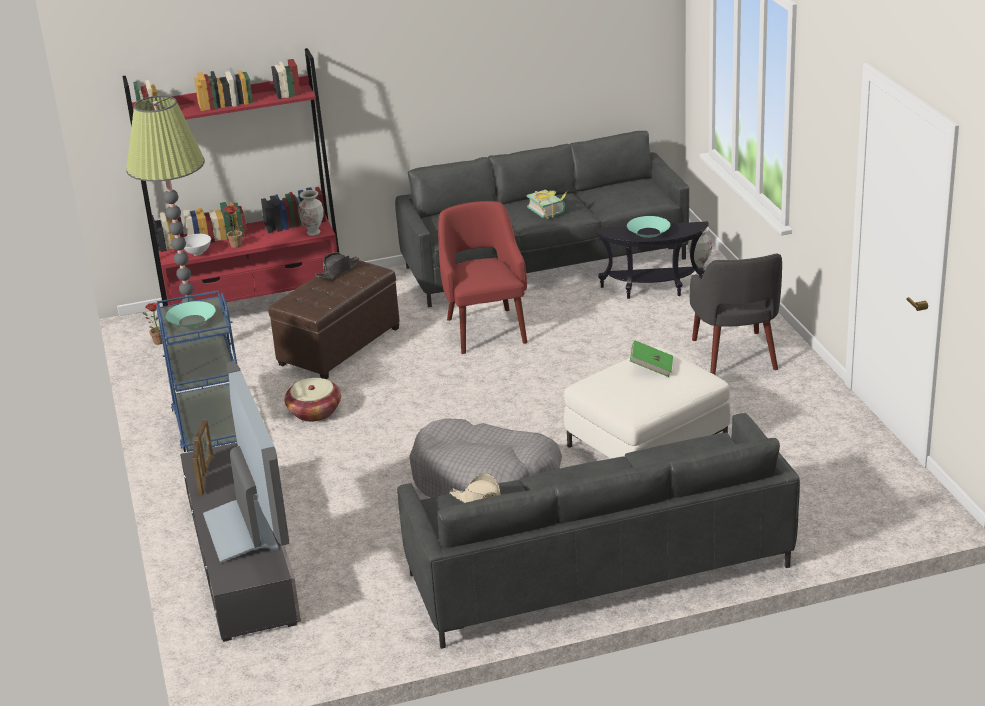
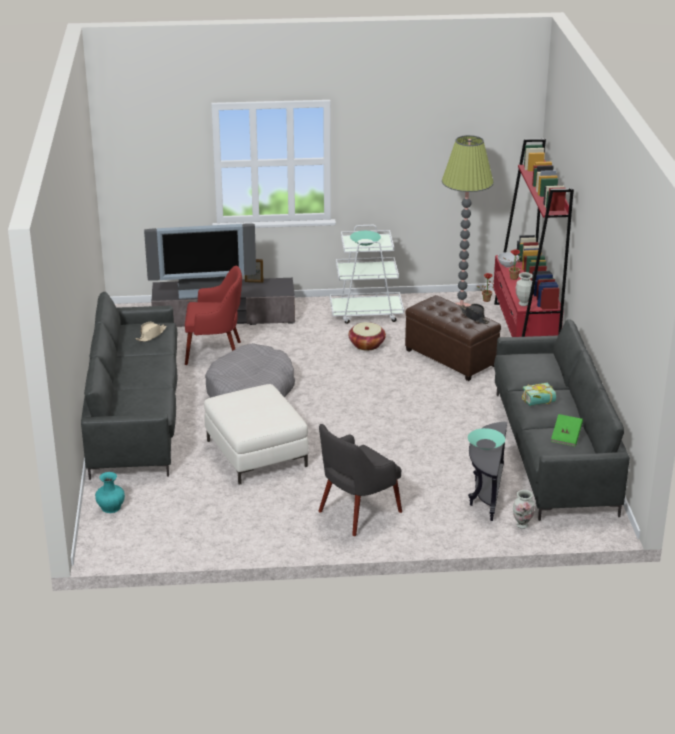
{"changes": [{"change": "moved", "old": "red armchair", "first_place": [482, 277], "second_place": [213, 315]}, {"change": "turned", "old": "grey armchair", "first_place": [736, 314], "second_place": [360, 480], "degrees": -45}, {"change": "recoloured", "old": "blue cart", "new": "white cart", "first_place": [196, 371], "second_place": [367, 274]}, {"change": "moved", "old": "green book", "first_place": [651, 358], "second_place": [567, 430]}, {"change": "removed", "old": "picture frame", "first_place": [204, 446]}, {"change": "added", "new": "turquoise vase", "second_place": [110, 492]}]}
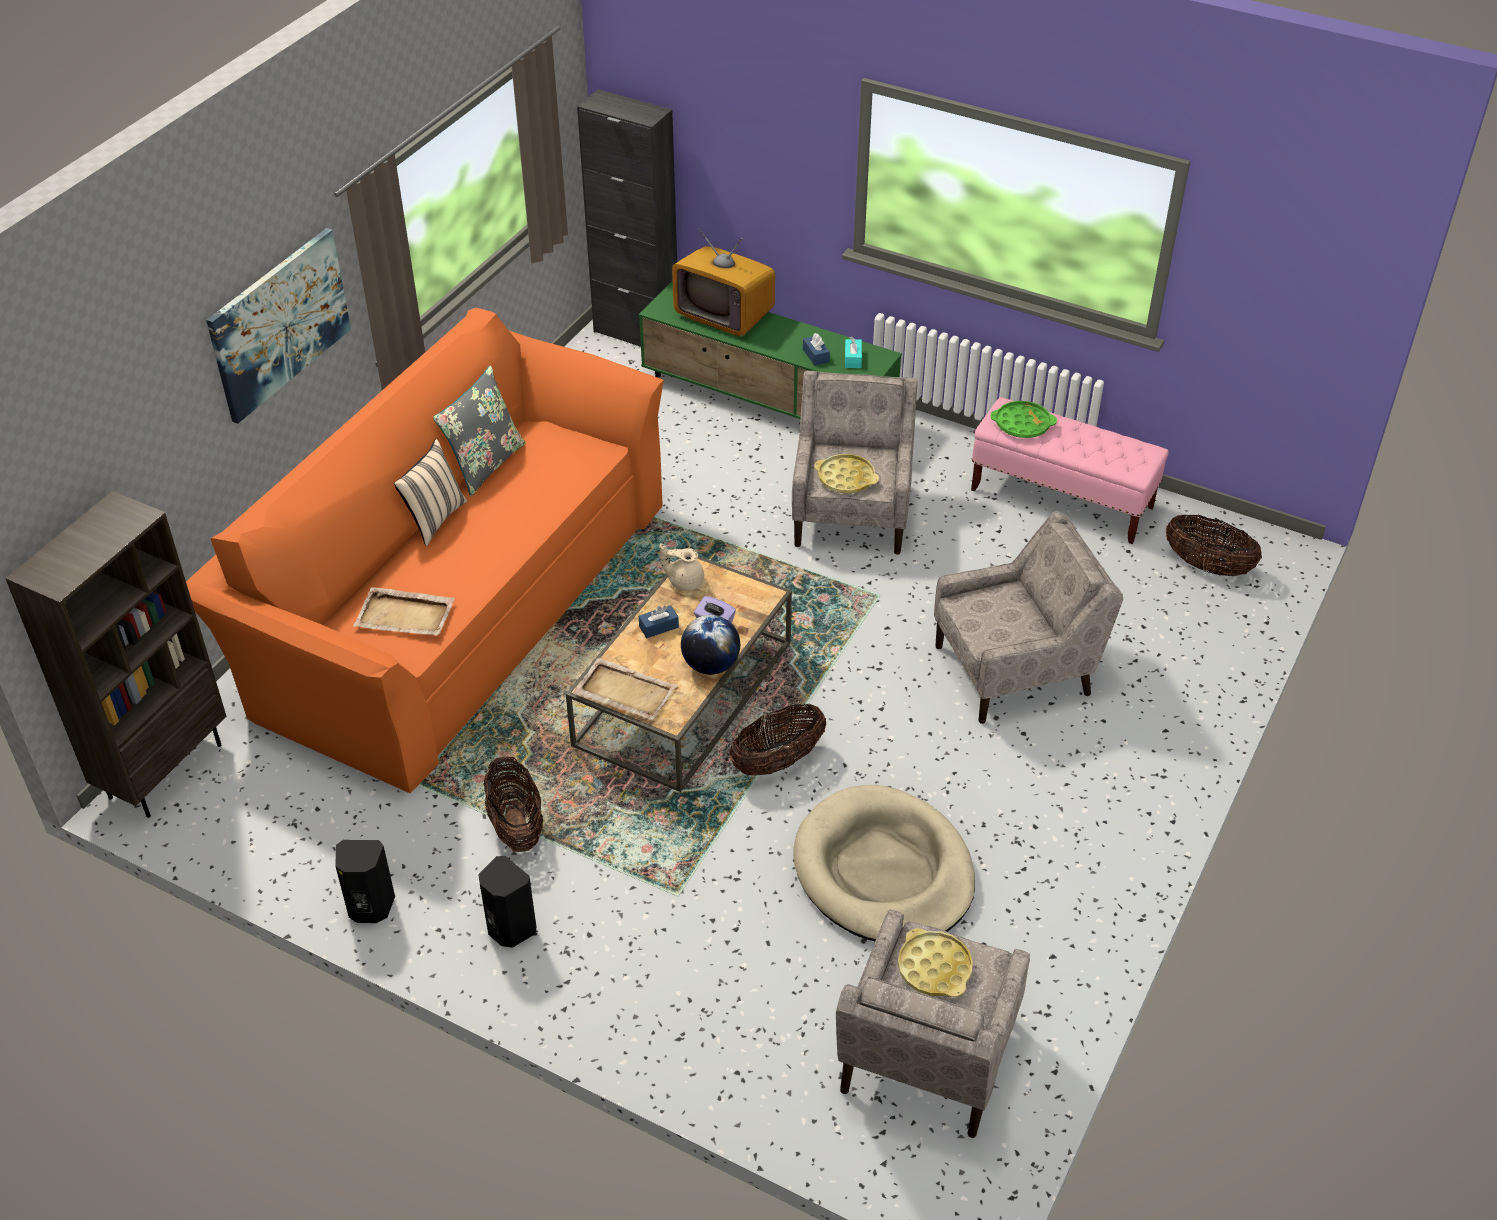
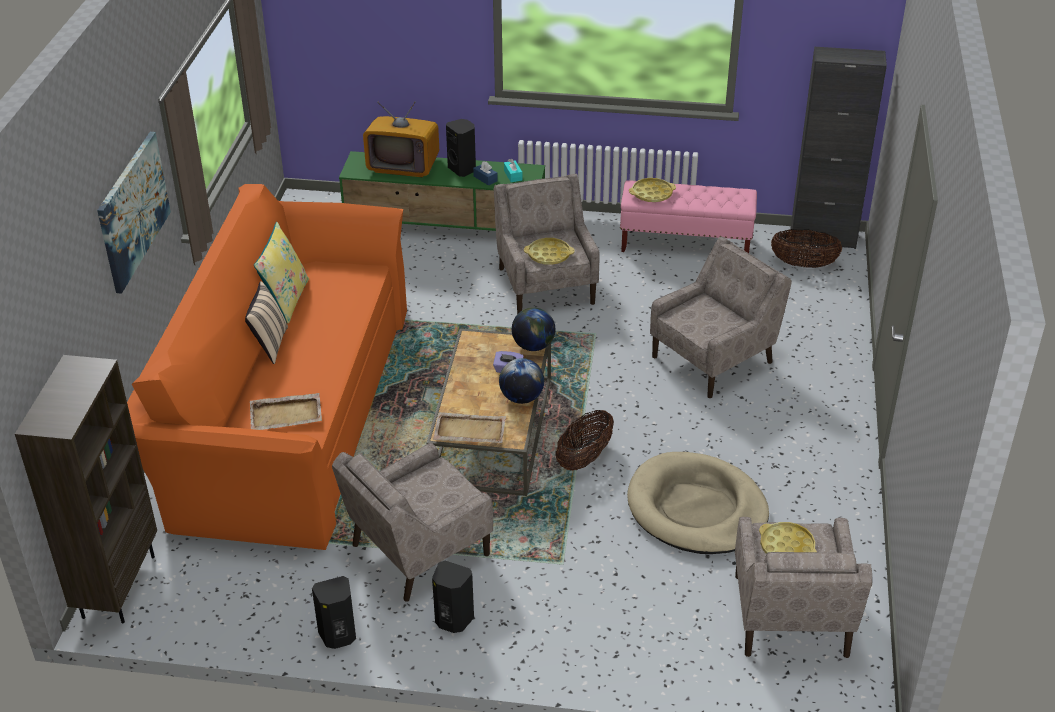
{"changes": [{"change": "moved", "old": "black cabinet", "first_place": [627, 218], "second_place": [839, 148]}, {"change": "recoloured", "old": "grey pillow", "new": "yellow pillow", "first_place": [479, 430], "second_place": [281, 272]}, {"change": "recoloured", "old": "green tray", "new": "yellow tray", "first_place": [1024, 419], "second_place": [652, 190]}, {"change": "removed", "old": "beige teapot", "first_place": [682, 567]}, {"change": "removed", "old": "blue tissue box", "first_place": [659, 621]}, {"change": "replaced", "old": "basket", "new": "beige armchair", "first_place": [513, 804], "second_place": [412, 522]}, {"change": "added", "new": "black speaker", "second_place": [461, 148]}, {"change": "added", "new": "globe", "second_place": [533, 329]}]}
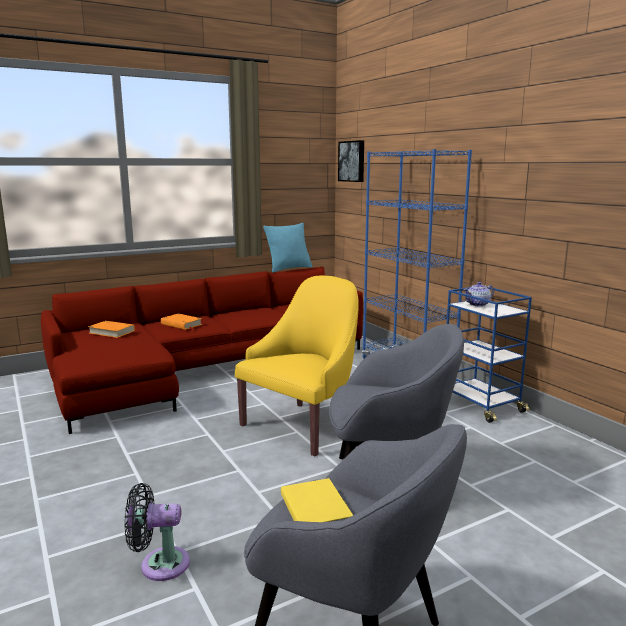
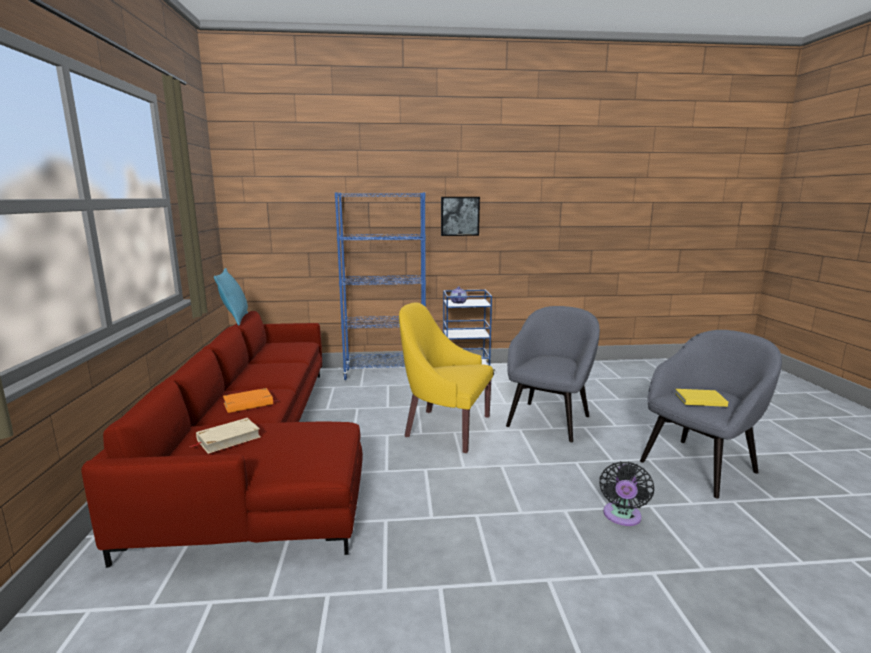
{"changes": [{"change": "moved", "old": "picture", "first_place": [351, 161], "second_place": [460, 216]}, {"change": "turned", "old": "yellow armchair", "first_place": [297, 366], "second_place": [446, 377], "degrees": -45}, {"change": "recoloured", "old": "orange book", "new": "beige book", "first_place": [111, 329], "second_place": [225, 436]}]}
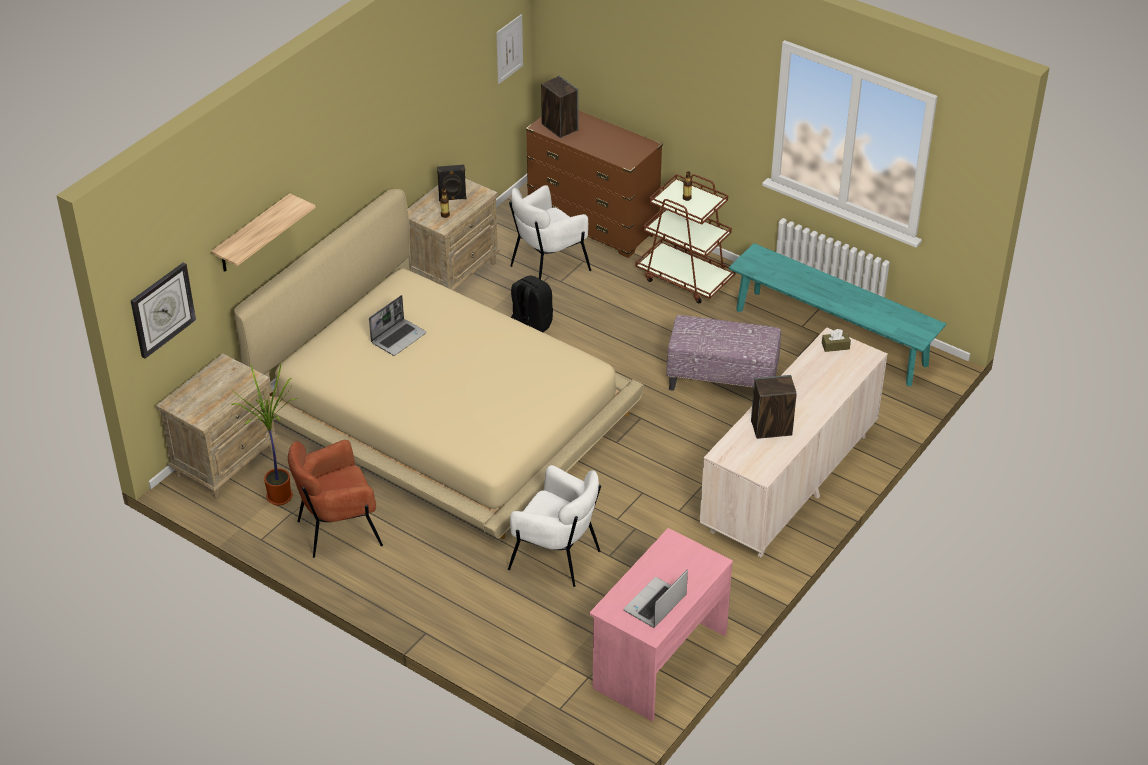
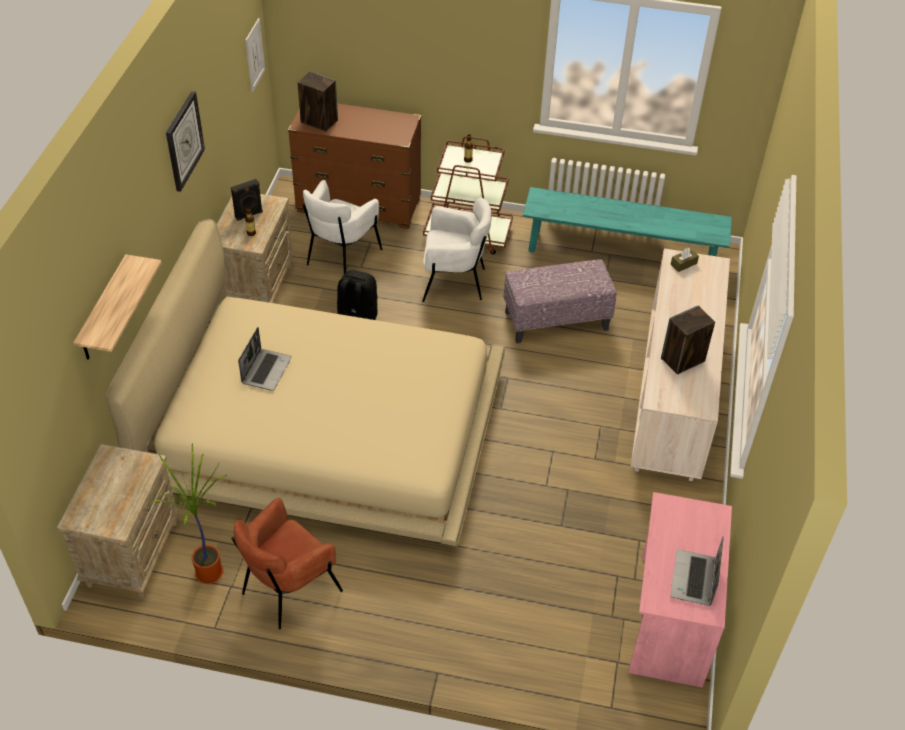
{"changes": [{"change": "moved", "old": "wall clock", "first_place": [163, 310], "second_place": [185, 141]}, {"change": "moved", "old": "white armchair", "first_place": [554, 526], "second_place": [457, 250]}]}
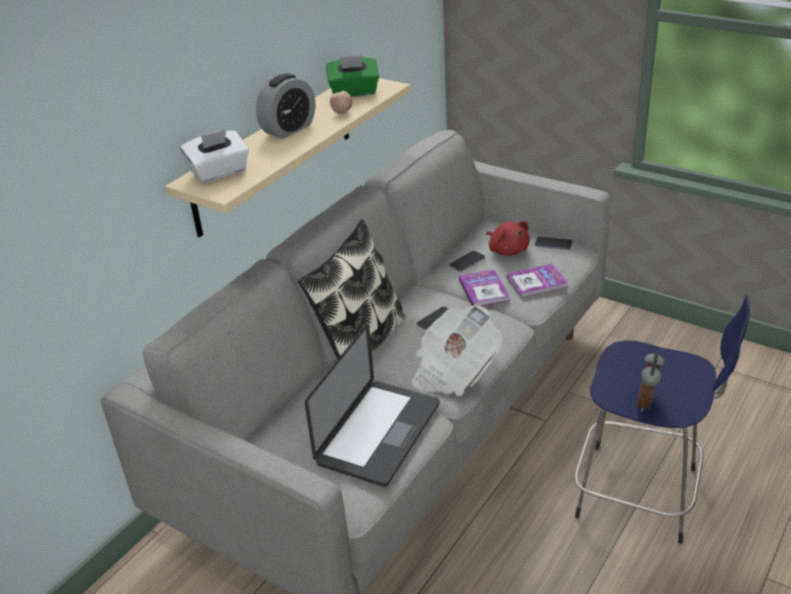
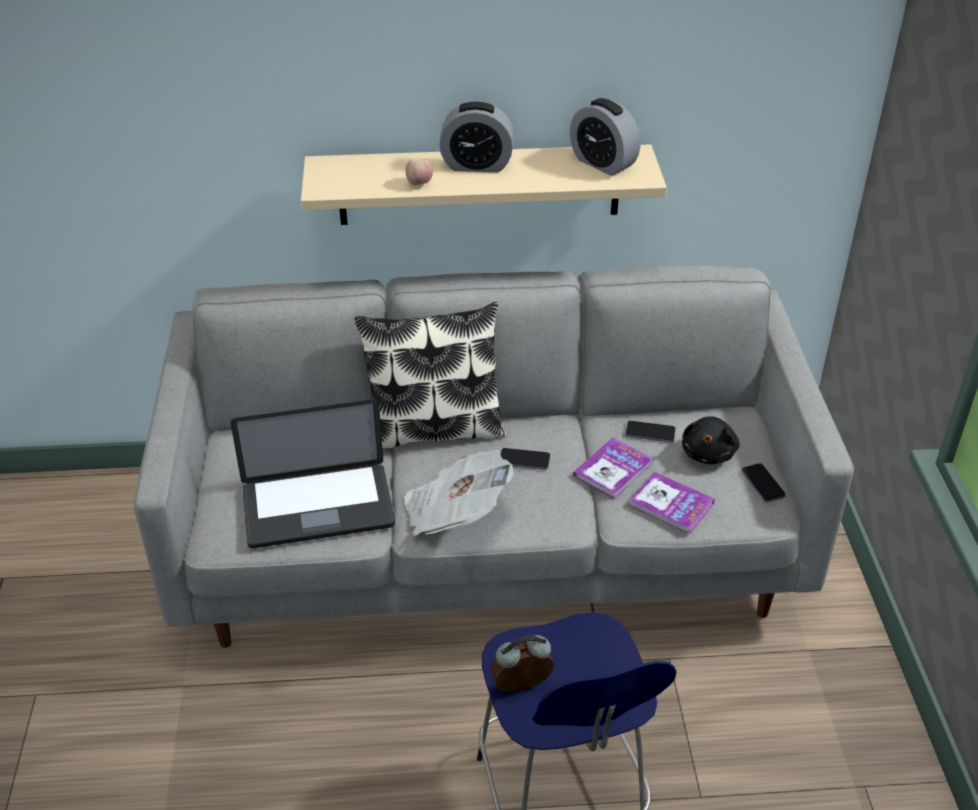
{"changes": [{"change": "replaced", "old": "green tissue box", "new": "alarm clock", "first_place": [352, 76], "second_place": [605, 137]}, {"change": "moved", "old": "apple", "first_place": [341, 102], "second_place": [419, 171]}, {"change": "removed", "old": "white tissue box", "first_place": [214, 156]}, {"change": "recoloured", "old": "red plush toy", "new": "black plush toy", "first_place": [508, 238], "second_place": [711, 440]}]}
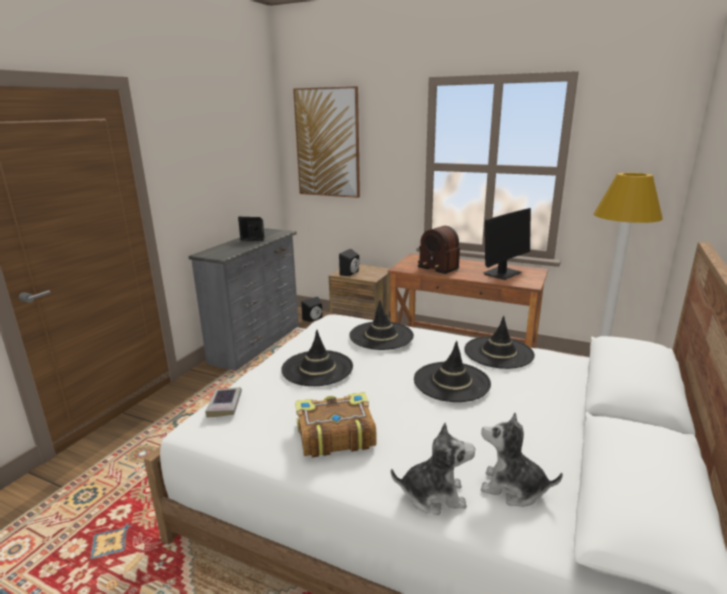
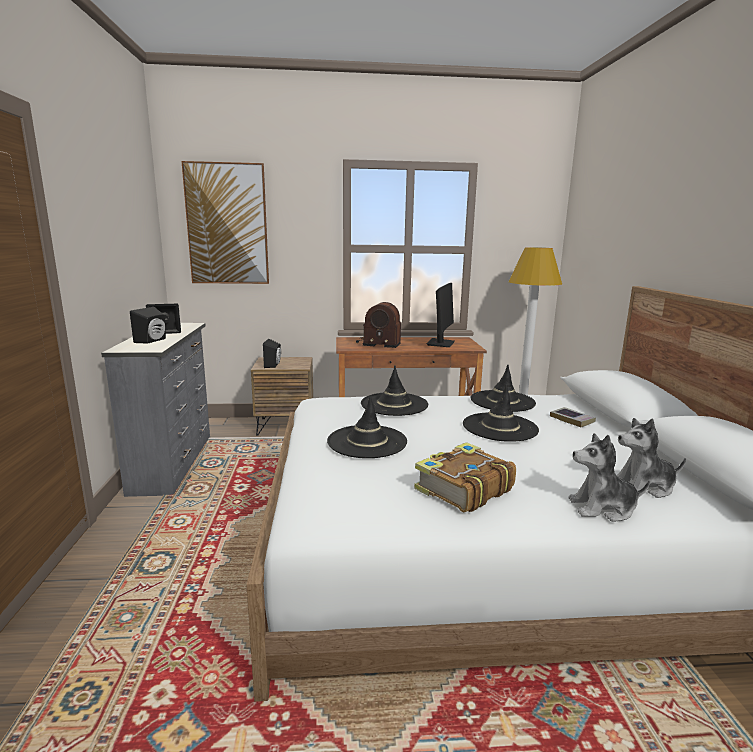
{"changes": [{"change": "moved", "old": "black speaker", "first_place": [311, 309], "second_place": [148, 325]}, {"change": "moved", "old": "book", "first_place": [223, 402], "second_place": [573, 417]}, {"change": "turned", "old": "plush toy", "first_place": [433, 469], "second_place": [609, 477], "degrees": -150}]}
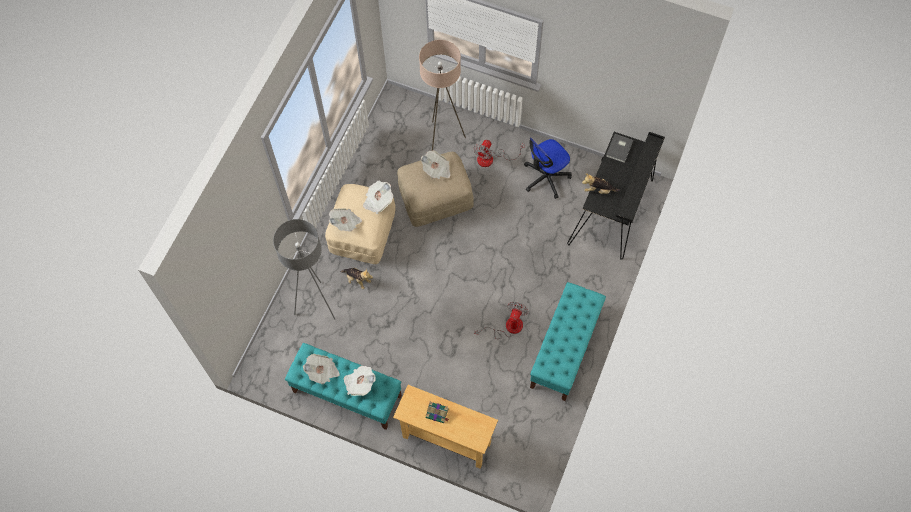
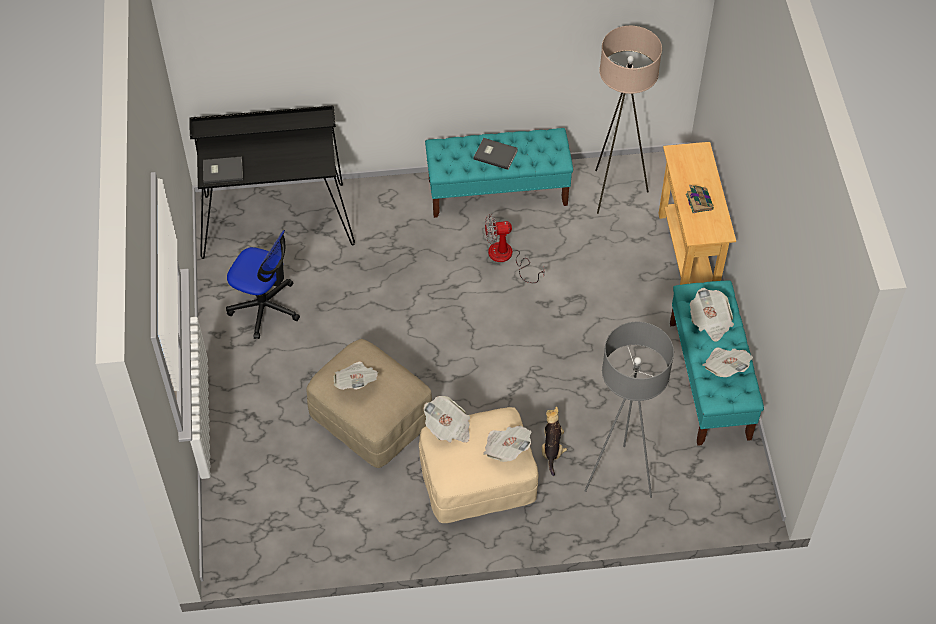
{"changes": [{"change": "moved", "old": "beige floor lamp", "first_place": [442, 95], "second_place": [628, 120]}, {"change": "removed", "old": "fan", "first_place": [498, 153]}, {"change": "removed", "old": "plush toy", "first_place": [600, 183]}, {"change": "added", "new": "grey book", "second_place": [495, 154]}]}
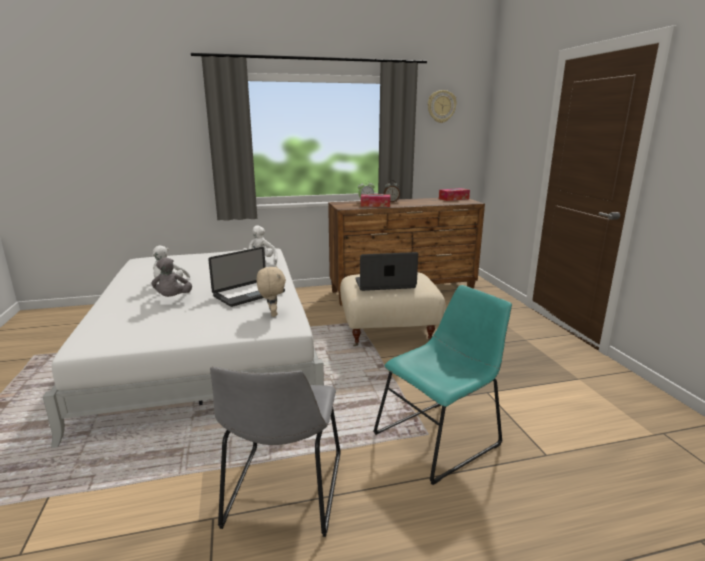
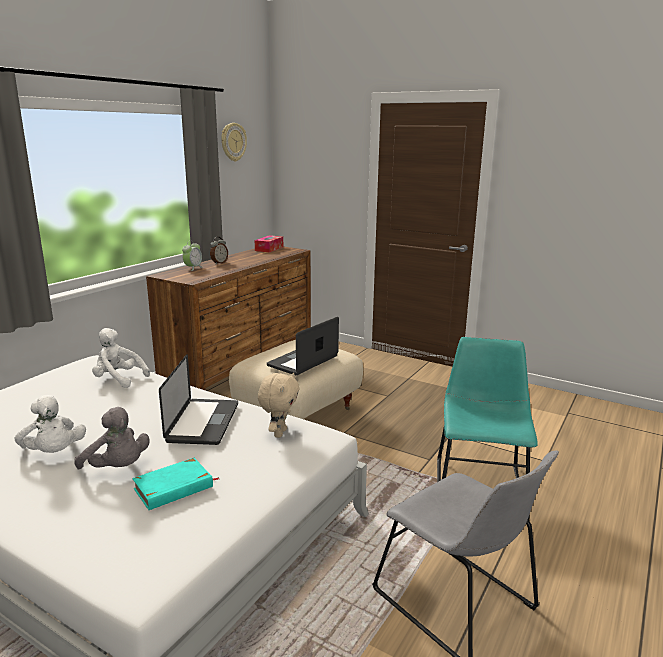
{"changes": [{"change": "removed", "old": "tissue box", "first_place": [375, 200]}, {"change": "turned", "old": "beige plush toy", "first_place": [271, 291], "second_place": [278, 405], "degrees": 75}, {"change": "added", "new": "turquoise book", "second_place": [175, 484]}]}
